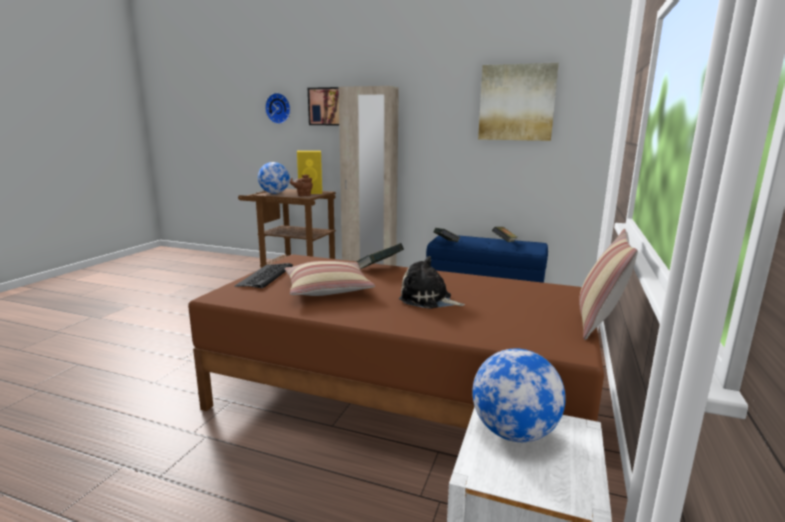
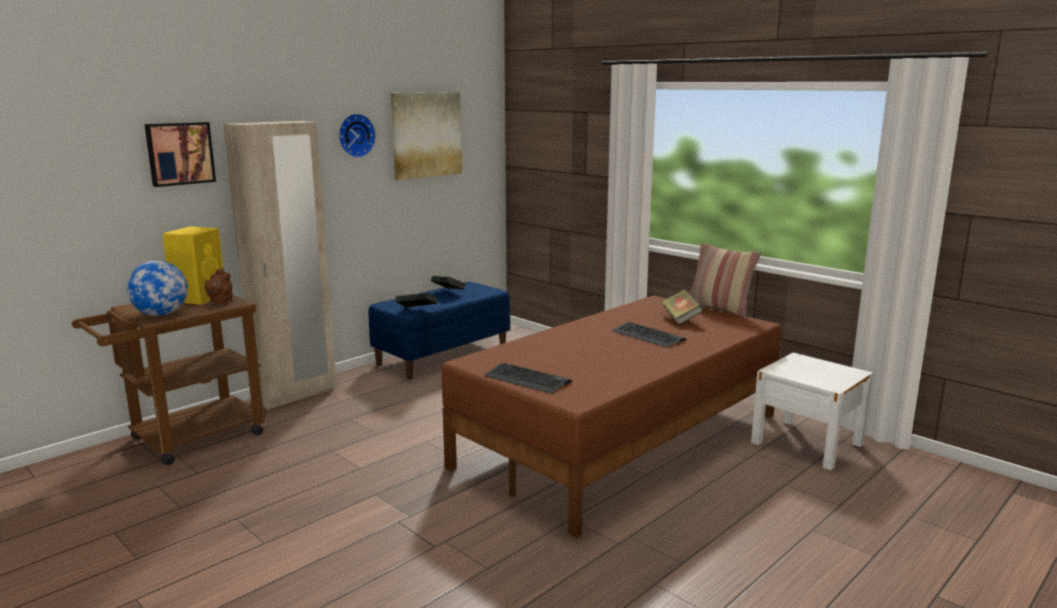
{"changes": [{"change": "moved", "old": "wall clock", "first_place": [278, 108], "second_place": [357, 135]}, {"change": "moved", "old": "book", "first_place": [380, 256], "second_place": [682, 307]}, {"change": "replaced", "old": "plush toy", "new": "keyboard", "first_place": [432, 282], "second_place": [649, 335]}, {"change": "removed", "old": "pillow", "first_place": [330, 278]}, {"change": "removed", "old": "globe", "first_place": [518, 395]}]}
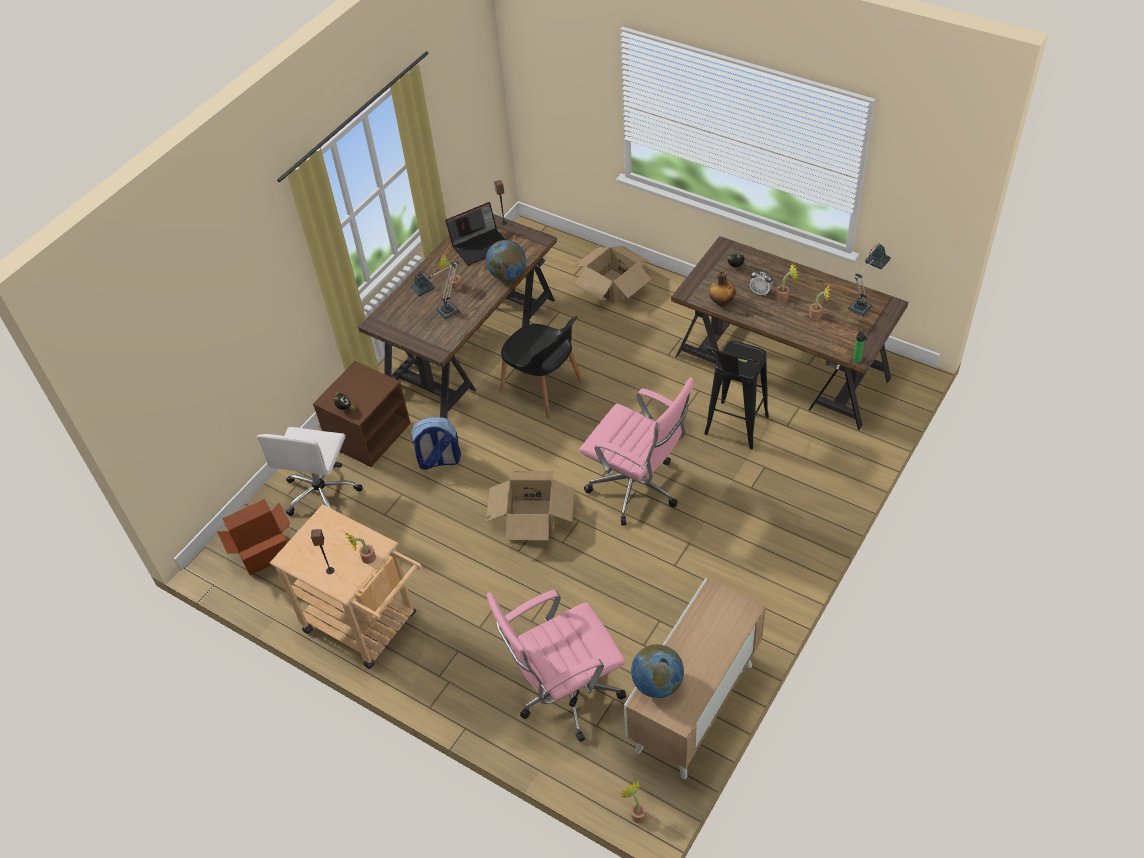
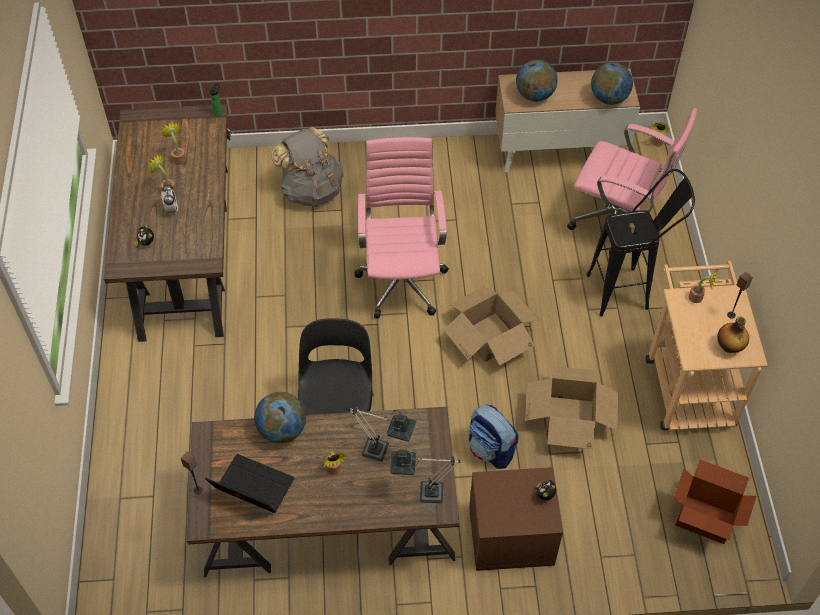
{"changes": [{"change": "moved", "old": "table lamp", "first_place": [869, 280], "second_place": [425, 476]}, {"change": "moved", "old": "cardboard box", "first_place": [612, 275], "second_place": [572, 407]}, {"change": "moved", "old": "bottle", "first_place": [722, 289], "second_place": [733, 334]}, {"change": "moved", "old": "black stool", "first_place": [735, 395], "second_place": [641, 242]}, {"change": "removed", "old": "white office chair", "first_place": [309, 471]}, {"change": "added", "new": "globe", "second_place": [537, 80]}, {"change": "added", "new": "grey backpack", "second_place": [307, 167]}]}
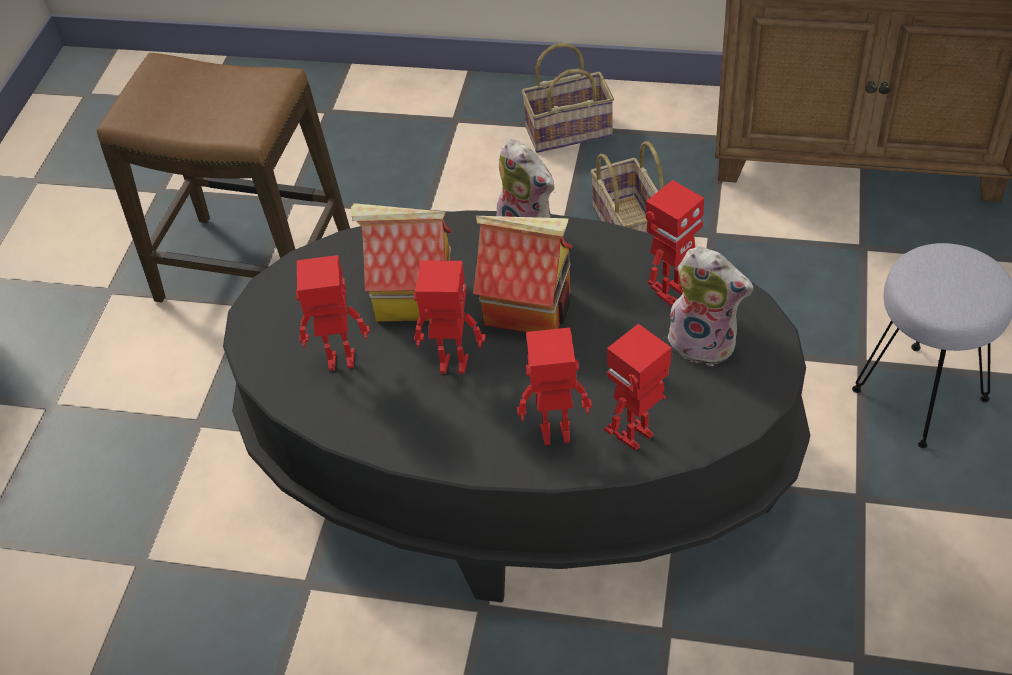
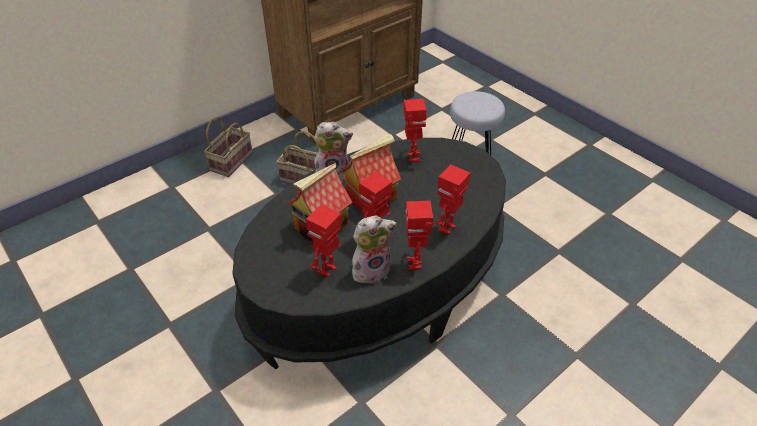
{"changes": [{"change": "removed", "old": "stool", "first_place": [223, 177]}, {"change": "moved", "old": "plush toy", "first_place": [710, 306], "second_place": [374, 250]}, {"change": "moved", "old": "toy robot", "first_place": [637, 387], "second_place": [419, 235]}]}
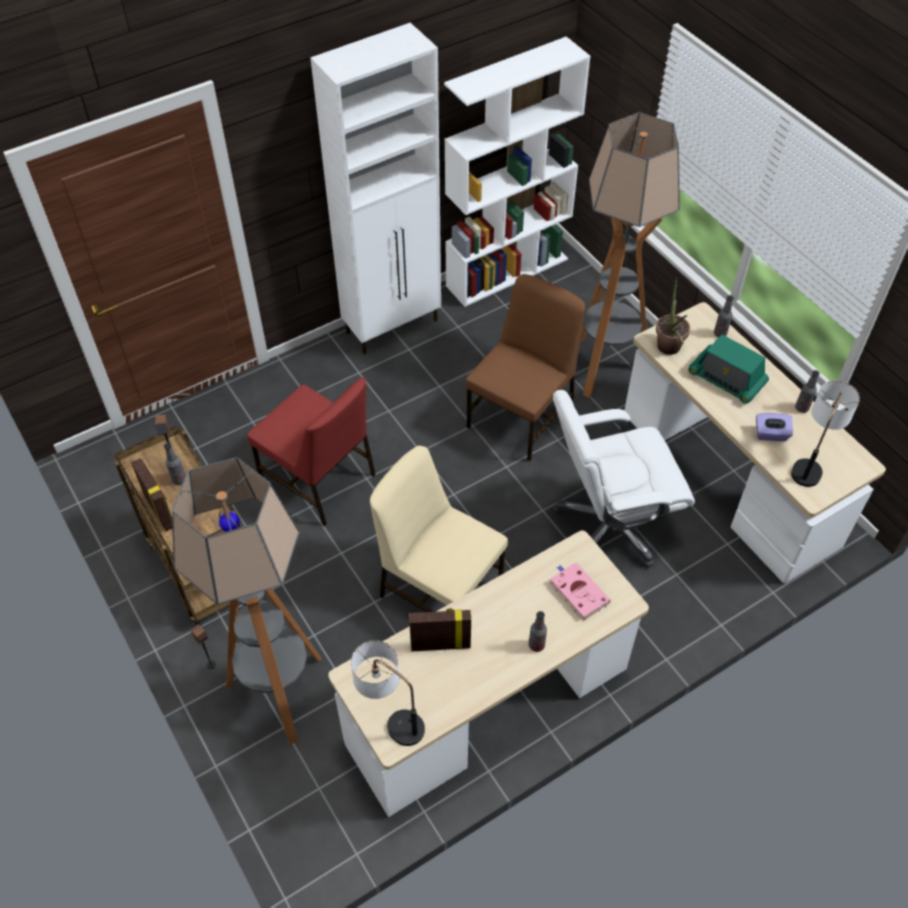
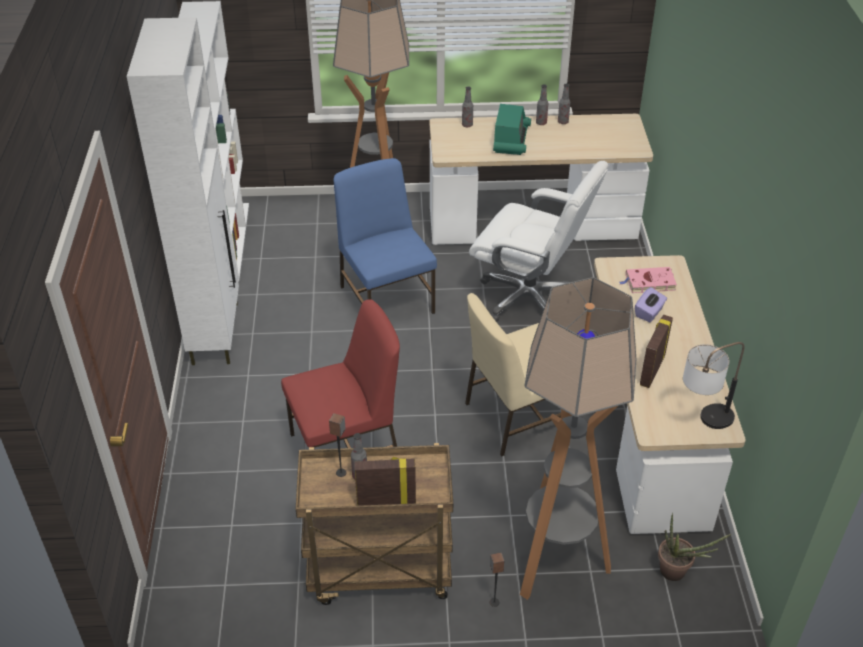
{"changes": [{"change": "recoloured", "old": "brown chair", "new": "blue chair", "first_place": [525, 367], "second_place": [385, 236]}, {"change": "moved", "old": "potted plant", "first_place": [673, 316], "second_place": [694, 547]}, {"change": "turned", "old": "radio", "first_place": [728, 369], "second_place": [512, 129], "degrees": -60}, {"change": "removed", "old": "table lamp", "first_place": [825, 434]}, {"change": "turned", "old": "white office chair", "first_place": [624, 479], "second_place": [538, 241], "degrees": -75}, {"change": "moved", "old": "purple tissue box", "first_place": [774, 427], "second_place": [651, 304]}, {"change": "moved", "old": "bottle", "first_place": [538, 631], "second_place": [542, 104]}]}
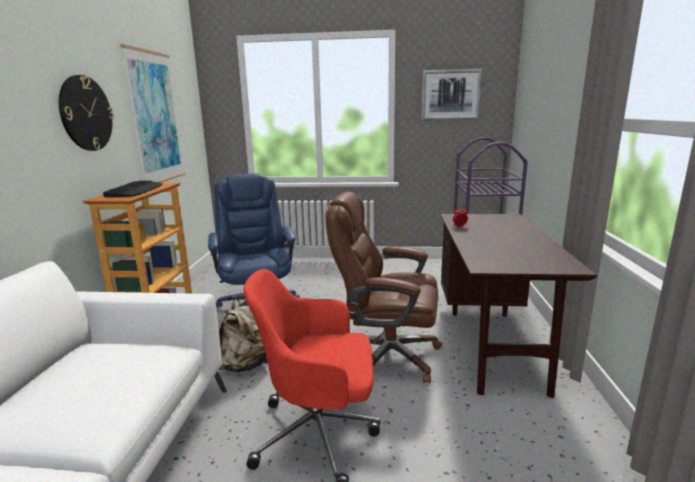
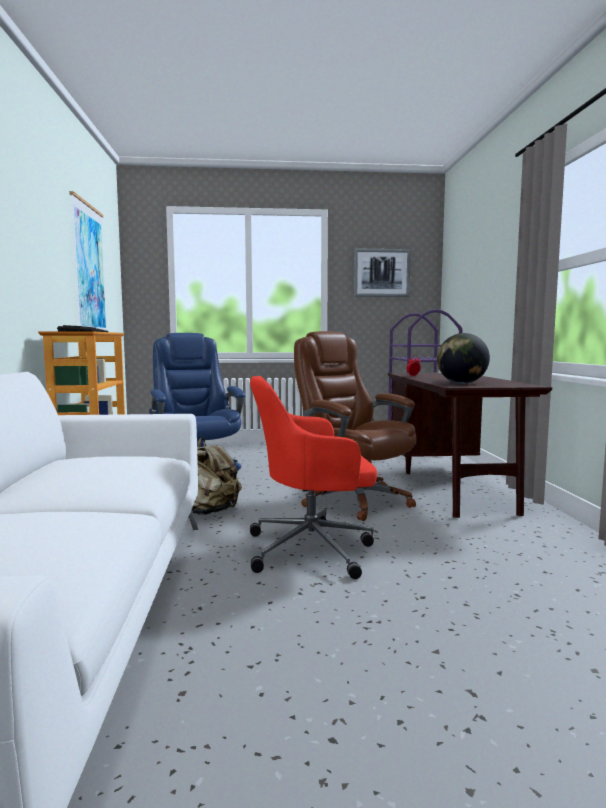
{"changes": [{"change": "removed", "old": "wall clock", "first_place": [86, 113]}, {"change": "turned", "old": "brown office chair", "first_place": [383, 288], "second_place": [355, 426], "degrees": 45}, {"change": "added", "new": "globe", "second_place": [463, 358]}]}
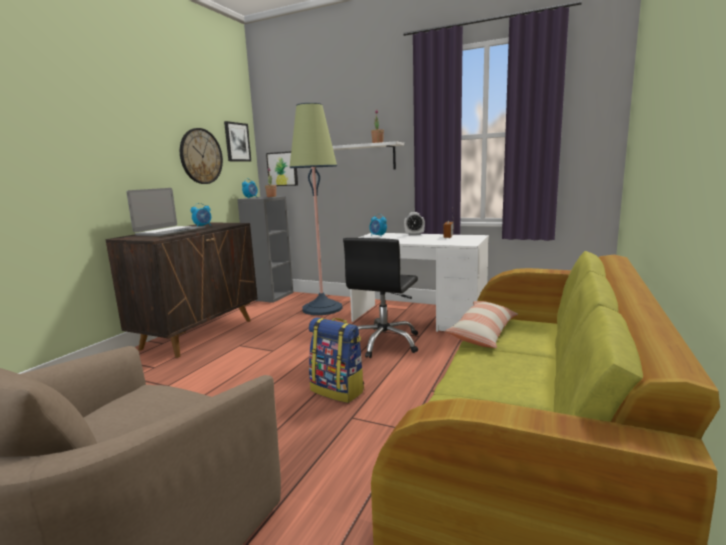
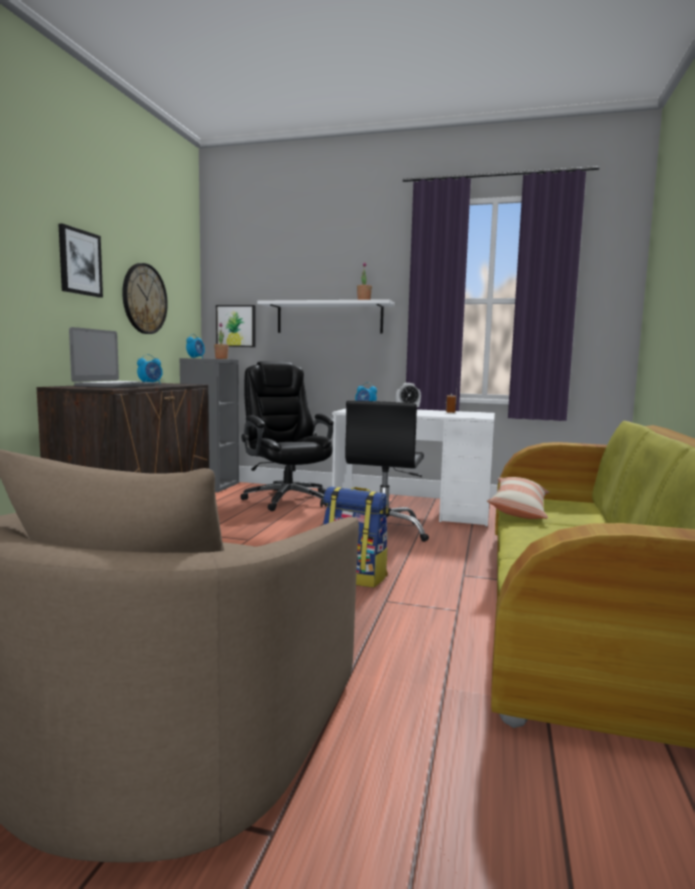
{"changes": [{"change": "replaced", "old": "floor lamp", "new": "black office chair", "first_place": [316, 209], "second_place": [286, 436]}, {"change": "moved", "old": "picture", "first_place": [237, 141], "second_place": [81, 260]}]}
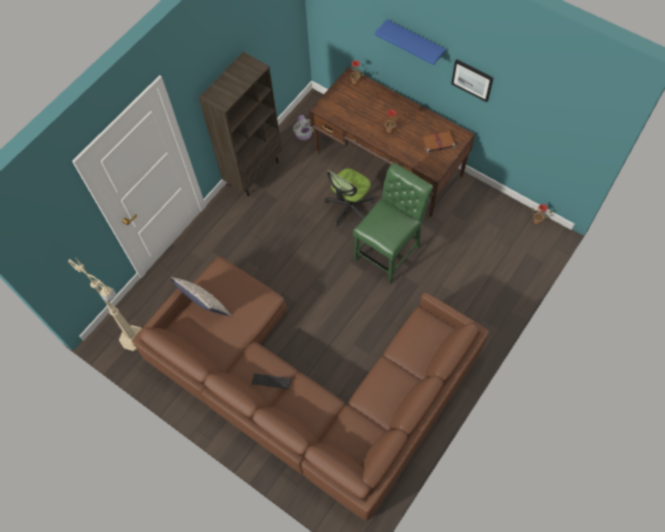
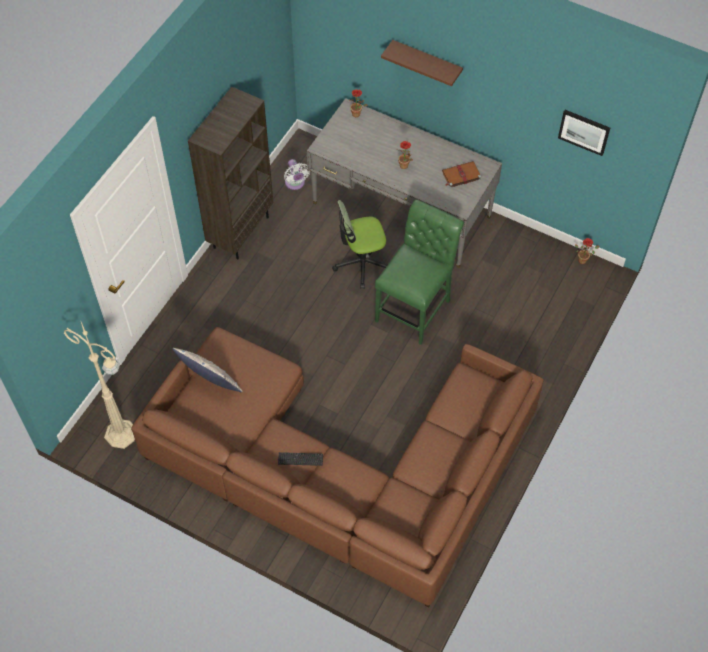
{"changes": [{"change": "recoloured", "old": "blue shelf", "new": "brown shelf", "first_place": [410, 42], "second_place": [422, 63]}, {"change": "moved", "old": "picture", "first_place": [472, 80], "second_place": [584, 133]}, {"change": "recoloured", "old": "brown desk", "new": "grey desk", "first_place": [392, 143], "second_place": [404, 183]}, {"change": "turned", "old": "office chair", "first_place": [349, 197], "second_place": [359, 244], "degrees": 45}]}
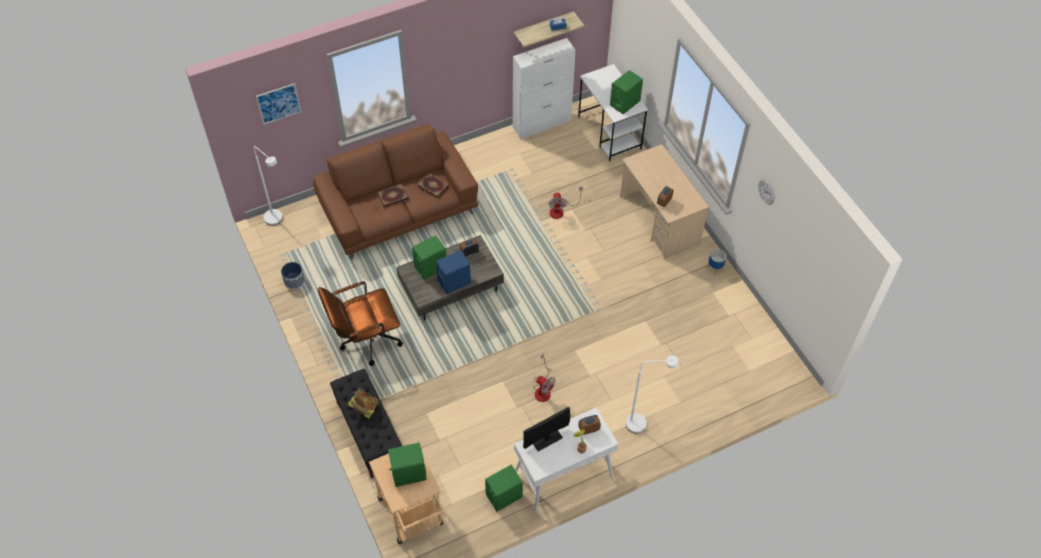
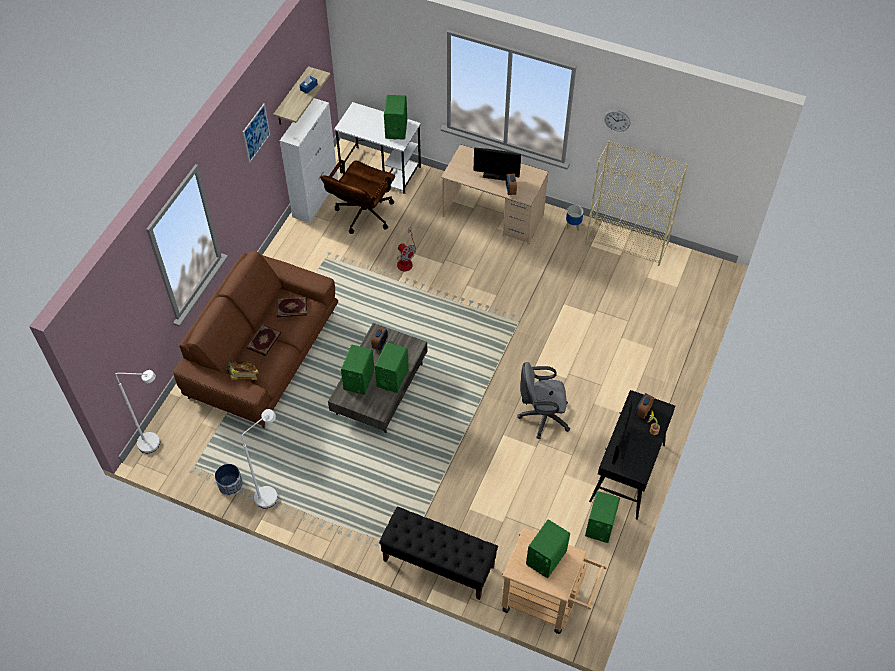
{"changes": [{"change": "moved", "old": "picture", "first_place": [278, 104], "second_place": [256, 133]}, {"change": "recoloured", "old": "blue speaker", "new": "green speaker", "first_place": [453, 272], "second_place": [392, 367]}, {"change": "moved", "old": "brown office chair", "first_place": [360, 323], "second_place": [357, 197]}, {"change": "replaced", "old": "fan", "new": "grey office chair", "first_place": [544, 378], "second_place": [543, 400]}, {"change": "moved", "old": "white floor lamp", "first_place": [652, 394], "second_place": [260, 458]}, {"change": "moved", "old": "book", "first_place": [363, 403], "second_place": [242, 370]}, {"change": "recoloured", "old": "white console table", "new": "black console table", "first_place": [566, 460], "second_place": [632, 455]}, {"change": "added", "new": "beige bookcase", "second_place": [637, 203]}, {"change": "added", "new": "monitor", "second_place": [497, 164]}]}
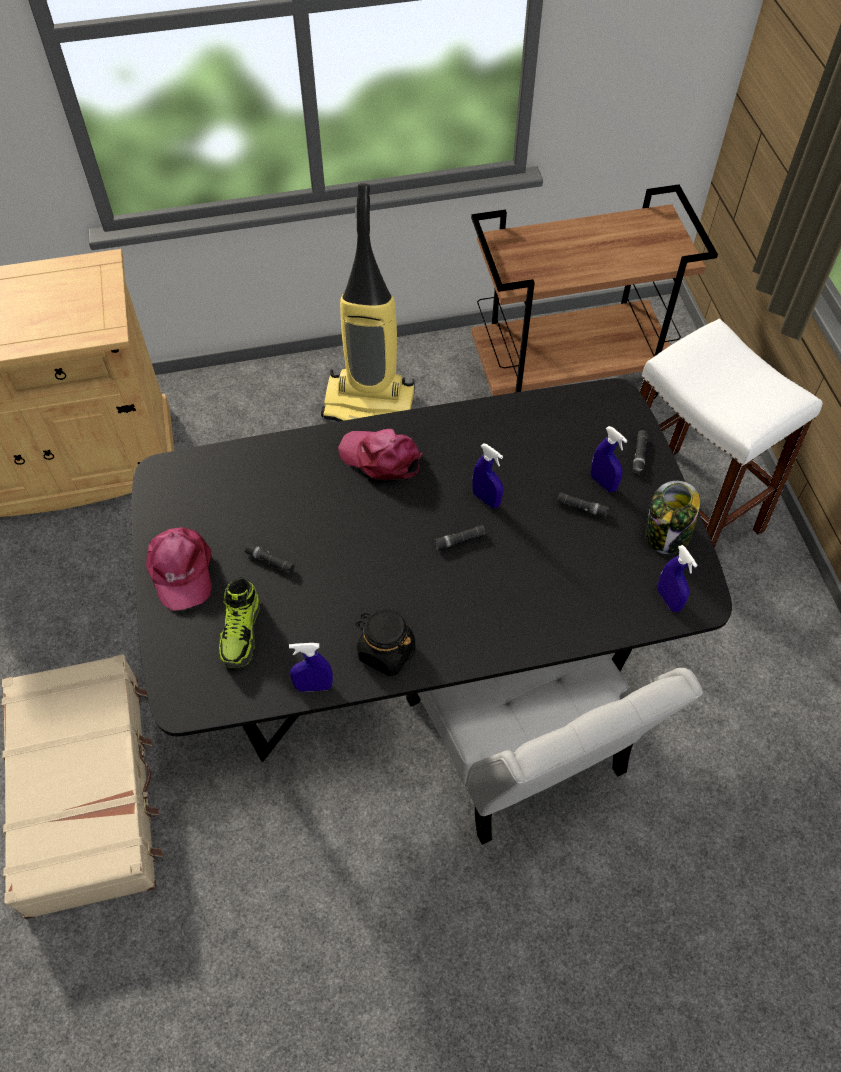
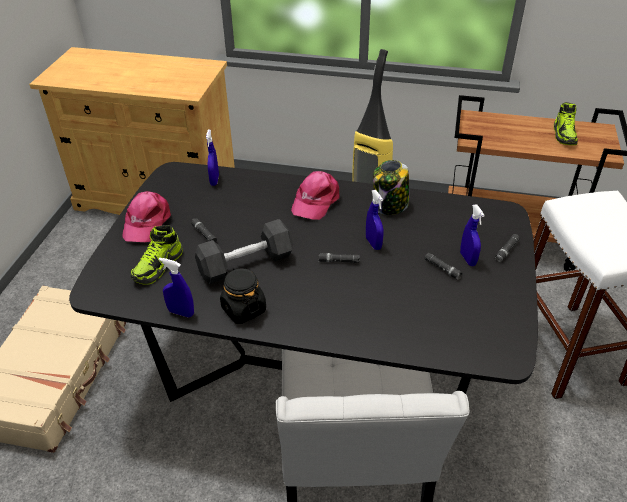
{"changes": [{"change": "turned", "old": "pink cap", "first_place": [380, 454], "second_place": [315, 195], "degrees": -120}, {"change": "moved", "old": "jar", "first_place": [672, 517], "second_place": [391, 187]}, {"change": "moved", "old": "blue spray bottle", "first_place": [677, 578], "second_place": [212, 158]}, {"change": "added", "new": "shoe", "second_place": [566, 123]}, {"change": "added", "new": "black dumbbell", "second_place": [244, 251]}]}
